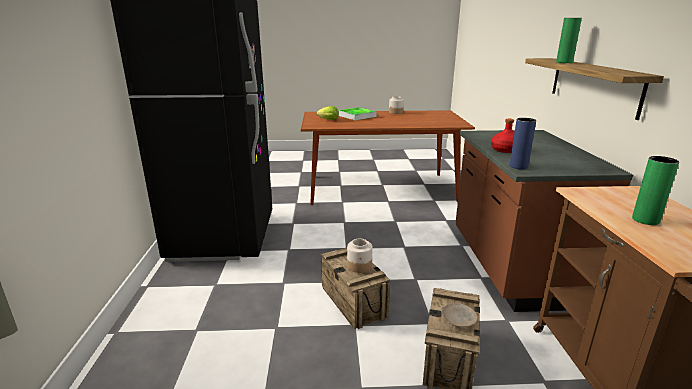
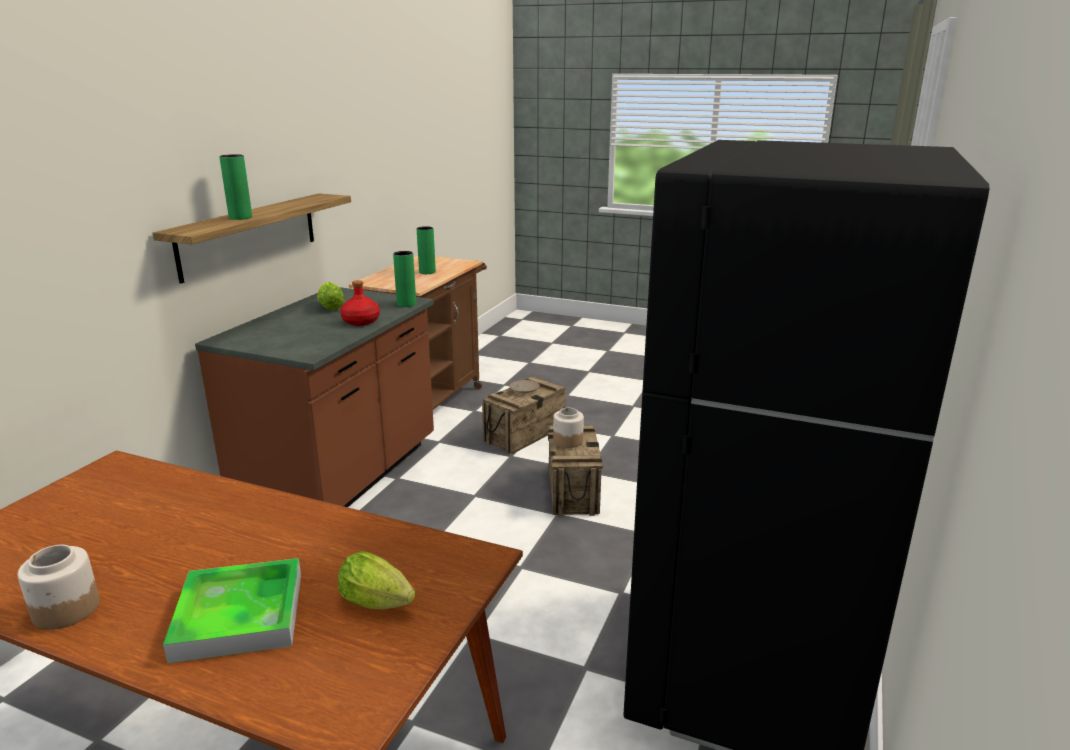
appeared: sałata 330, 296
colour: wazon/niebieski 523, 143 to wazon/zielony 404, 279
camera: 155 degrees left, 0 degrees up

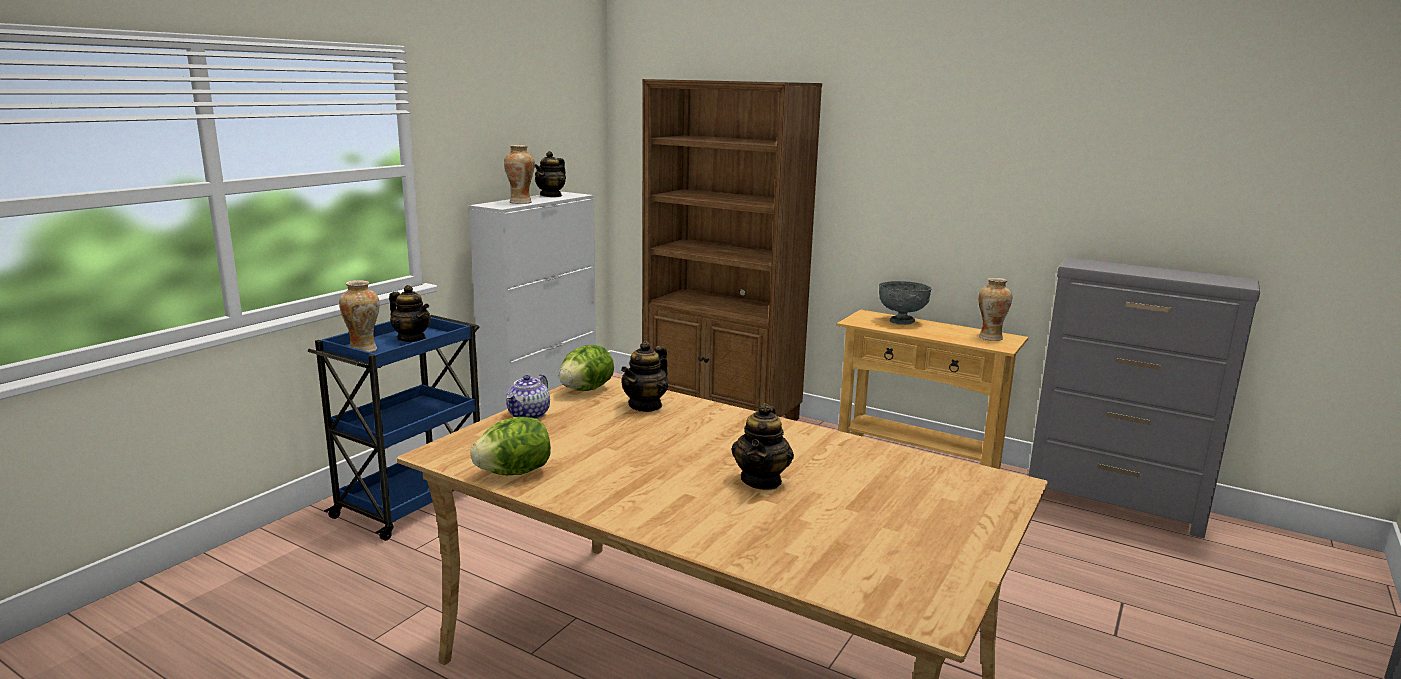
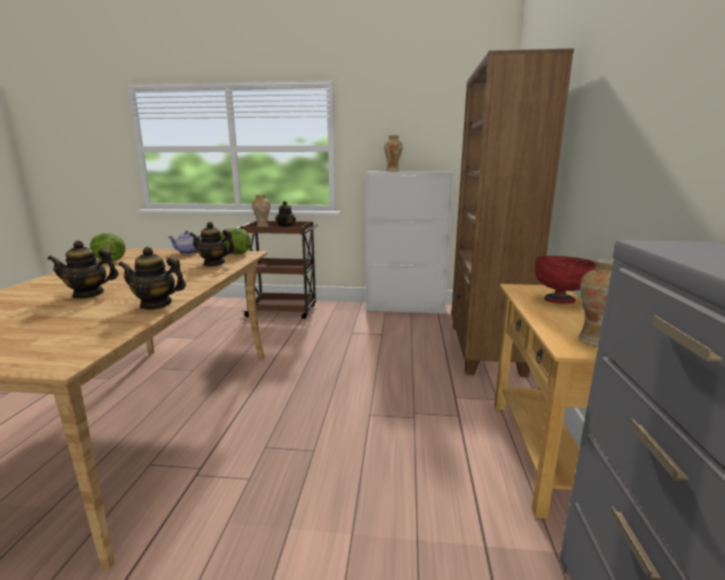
relocated: imbryk 550, 174 to 152, 278
colour: wózek/niebieski 393, 428 to wózek/brązowy 277, 270; miska/szary 905, 303 to miska/czerwony 565, 280
camera: 65 degrees right, 0 degrees up

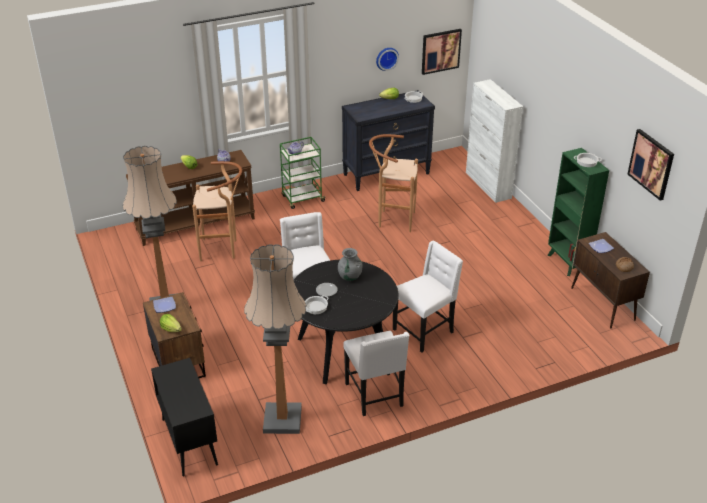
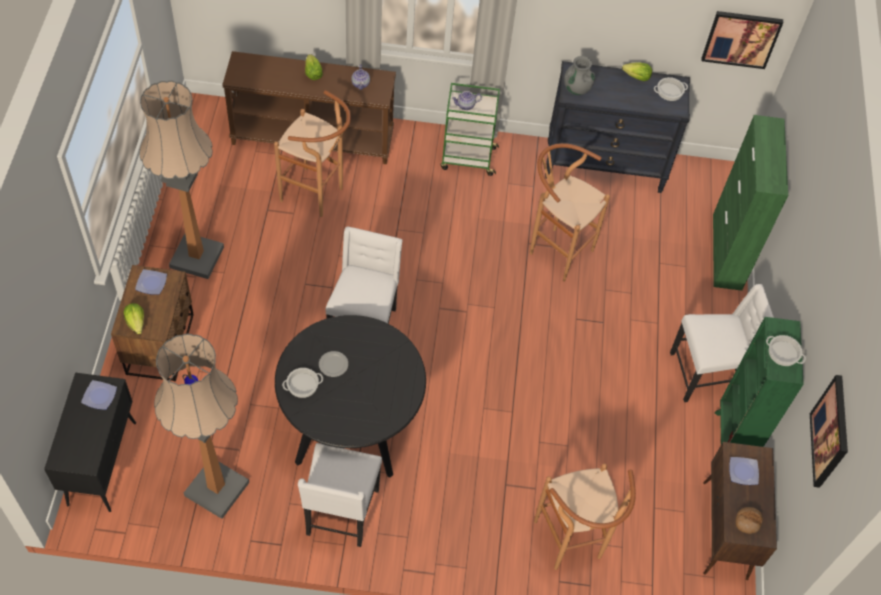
missing: zegar ścienny 387, 59
appeared: talerz 99, 395; stołek/brązowy 585, 516
relocated: wazon/szary 350, 264 to 579, 75; krzesło/biały 428, 297 to 722, 343
colour: szafka/biały 494, 141 to szafka/zielony 750, 203
camera: 25 degrees right, 20 degrees up

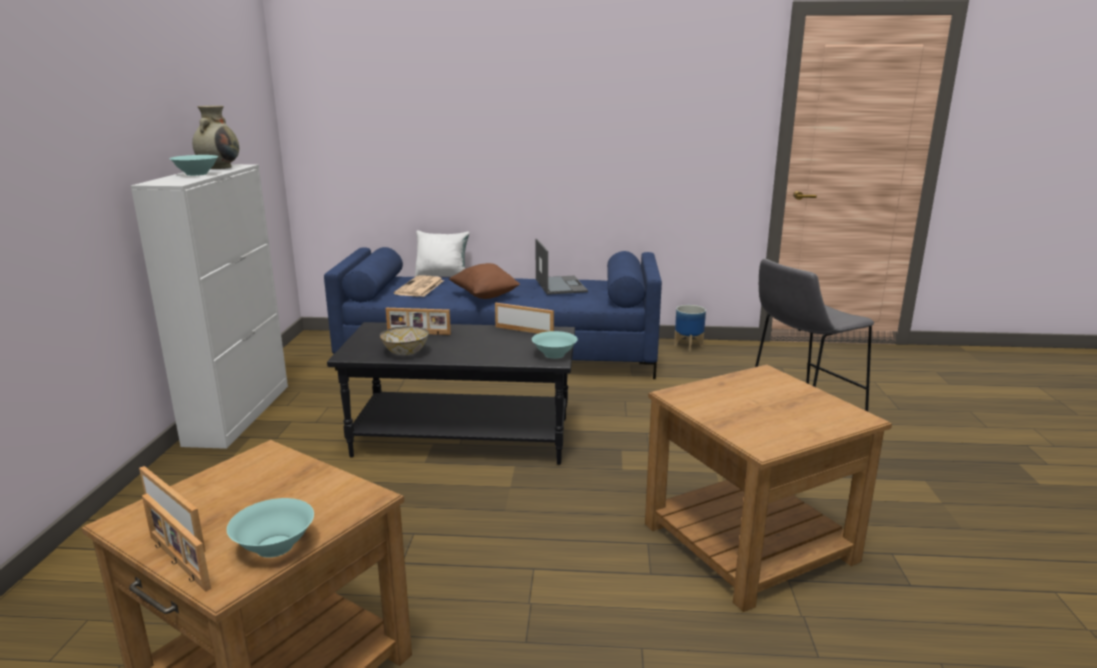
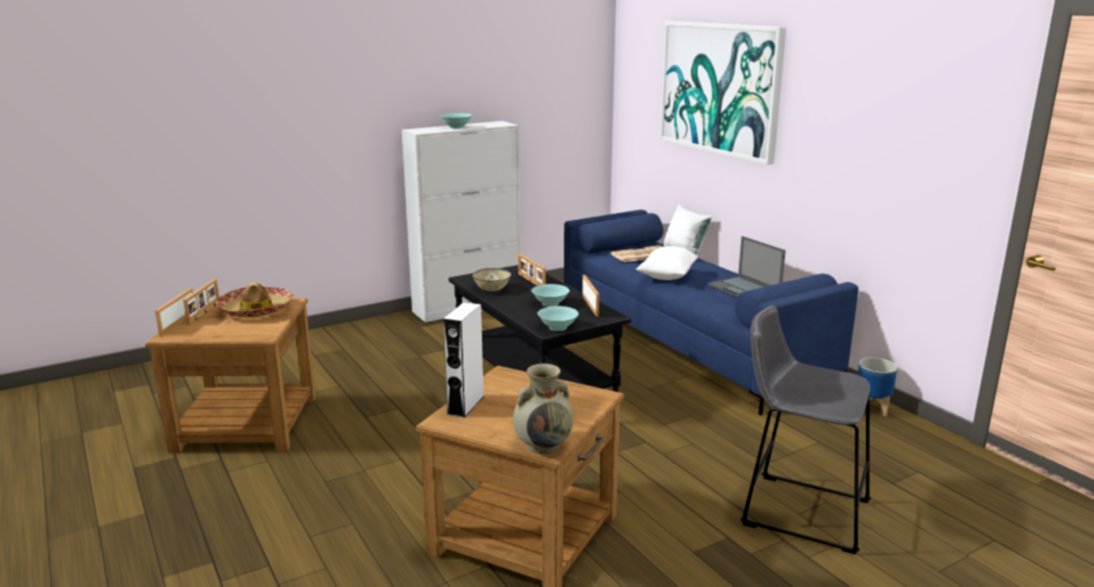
appeared: kapelusz 254, 300; głośnik/biały 463, 360; obraz 723, 93
relocated: wazon/beżowy 215, 137 to 543, 409; miska/turkusowy 270, 528 to 550, 295
colour: poduszka/brązowy 484, 281 to poduszka/biały 667, 263
spun: laptop 561, 267 = 747, 266 105 degrees clockwise
camera: 55 degrees right, 0 degrees up

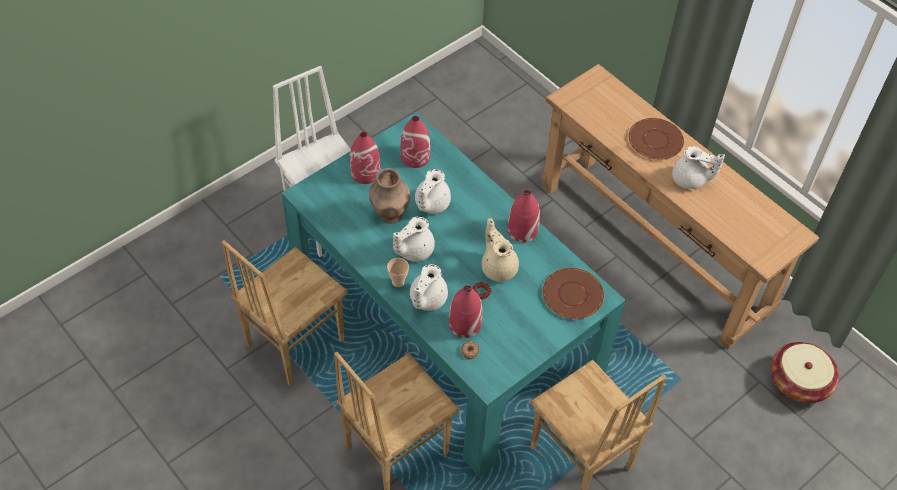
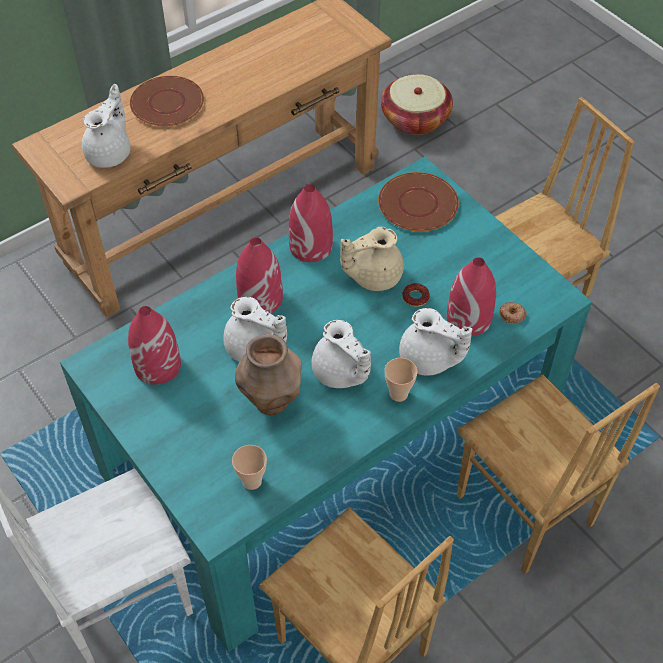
appeared: filiżanka 249, 467
relocated: wazon/czerwony 365, 158 to 259, 275; imbryk/biały 698, 167 to 106, 126
camera: 85 degrees left, 0 degrees up

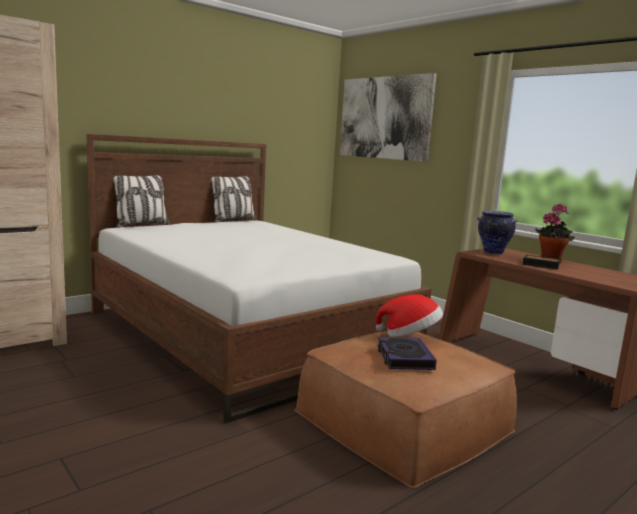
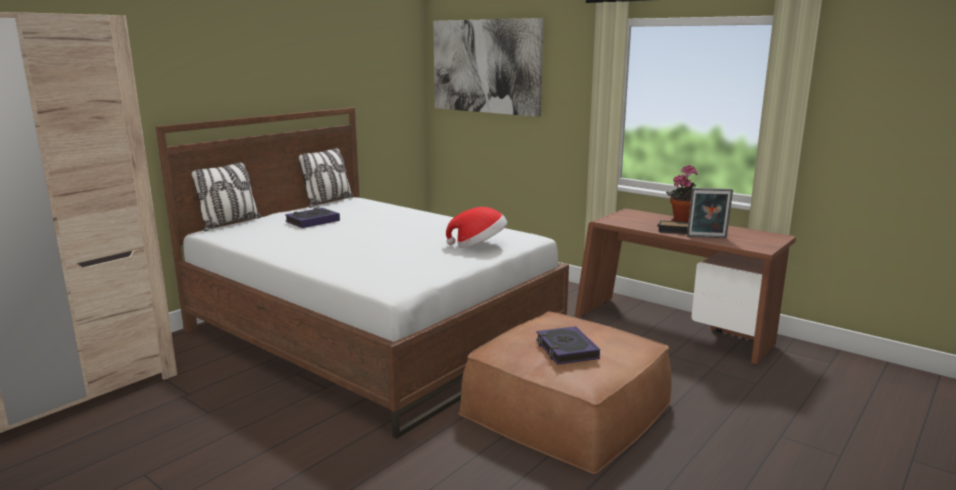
missing: wazon 497, 233
appeared: książka 312, 218; ramka na zdjęcie 710, 213
relocated: kapelusz 409, 315 to 476, 227
camera: 10 degrees left, 5 degrees up

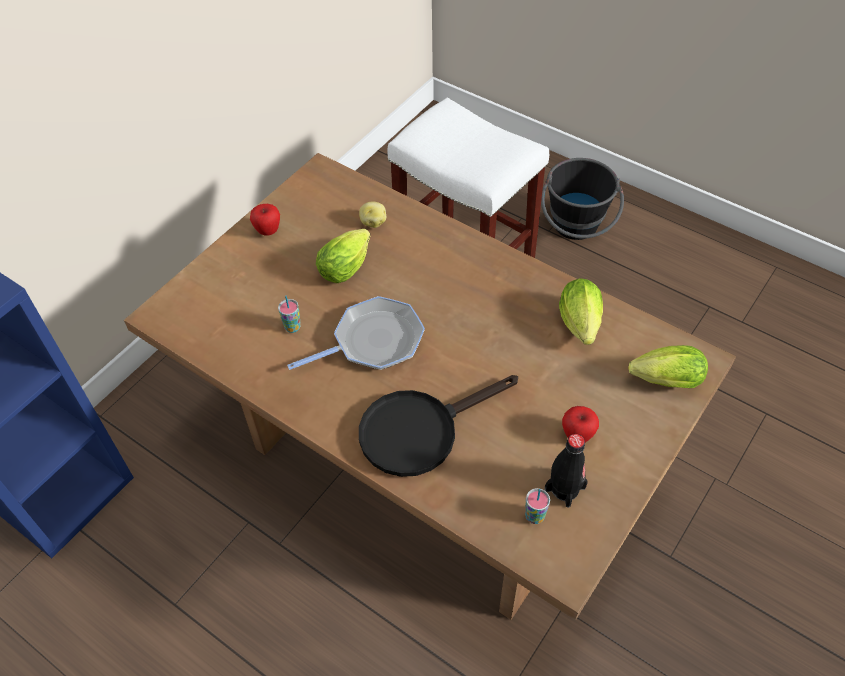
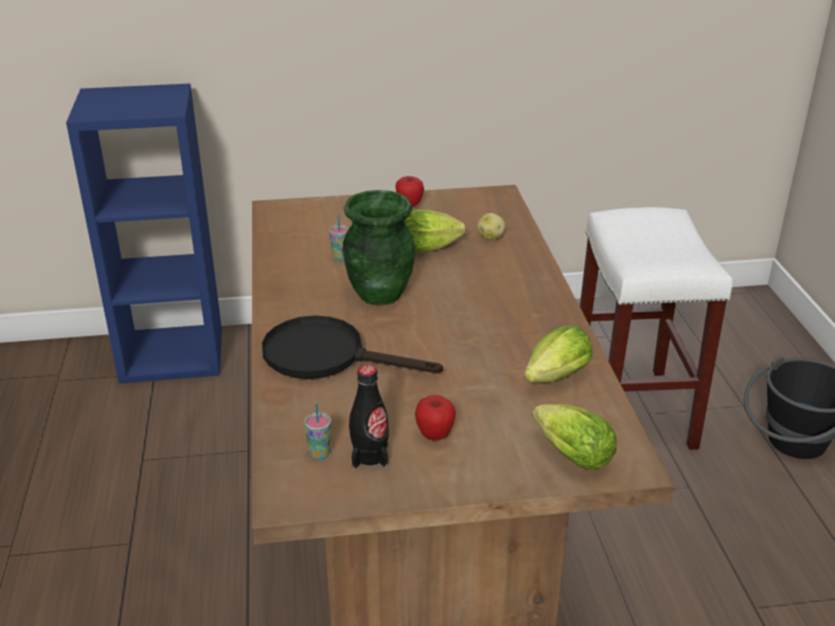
exchanged: patelnia 356, 333 to wazon/zielony 379, 248
camera: 45 degrees right, 20 degrees down

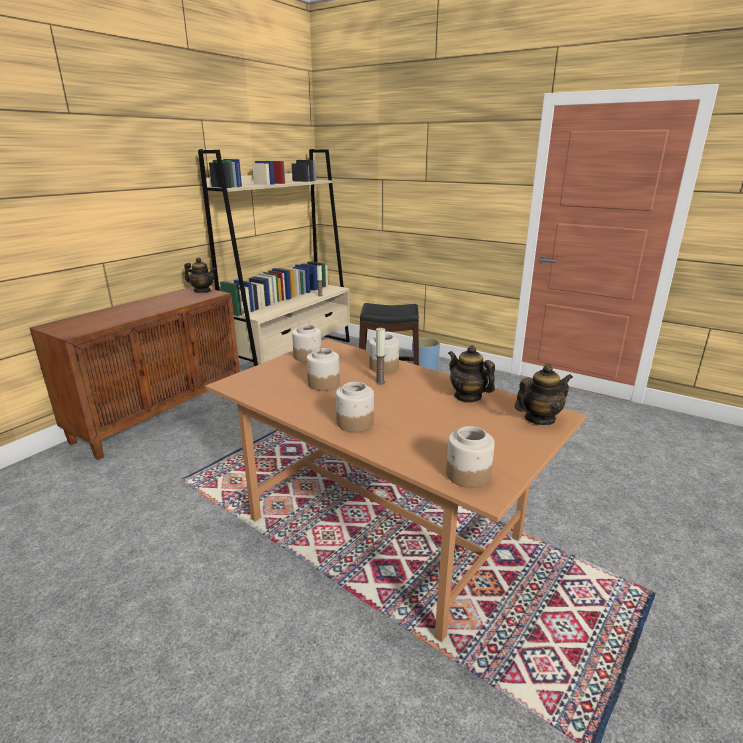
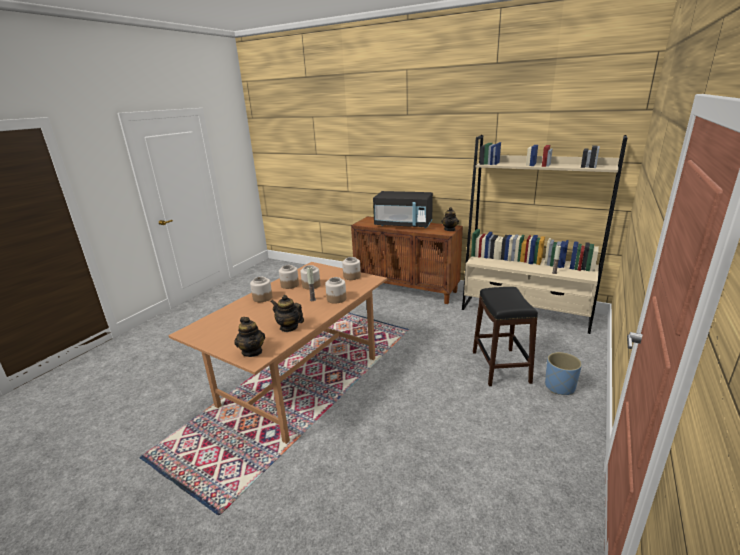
appeared: mikrofalówka/czarny 403, 209
relocated: słoik 470, 457 to 289, 277
spun: imbryk 471, 374 = 287, 313 105 degrees counterclockwise
camera: 85 degrees right, 0 degrees up

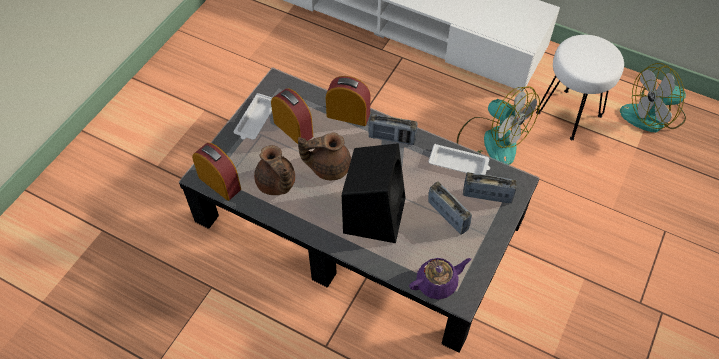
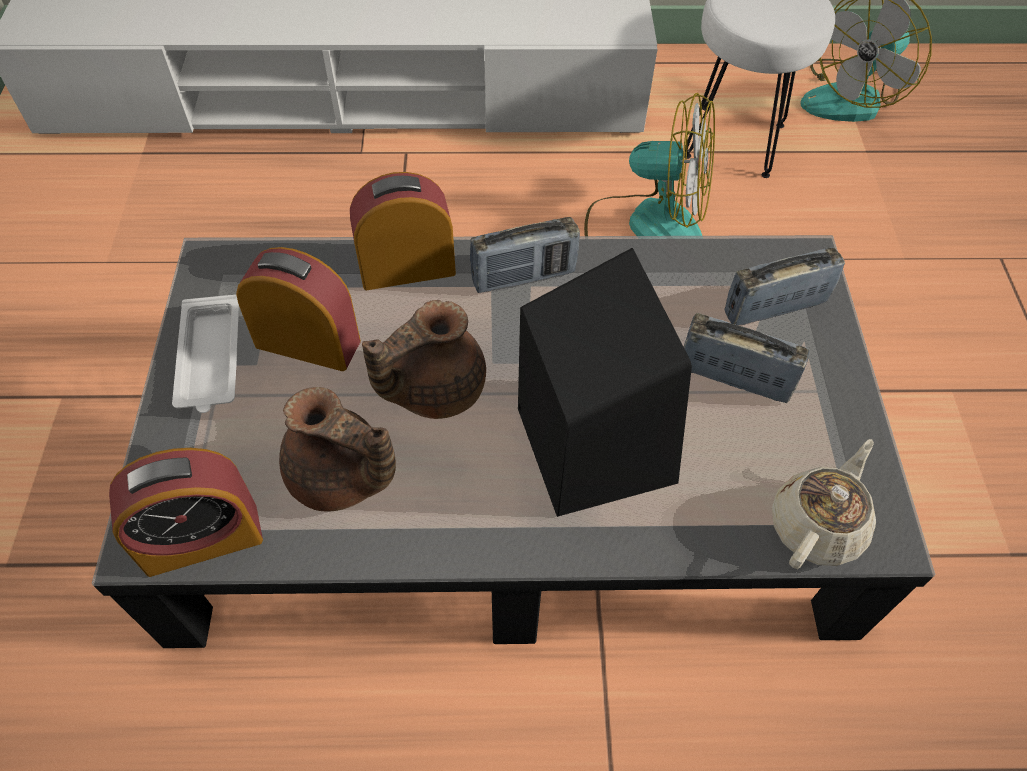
missing: taca/biały 459, 159
colour: imbryk/fioletowy 440, 278 to imbryk/beżowy 824, 504
spun: budzik 216, 172 = 186, 512 150 degrees clockwise
camera: 30 degrees left, 0 degrees up

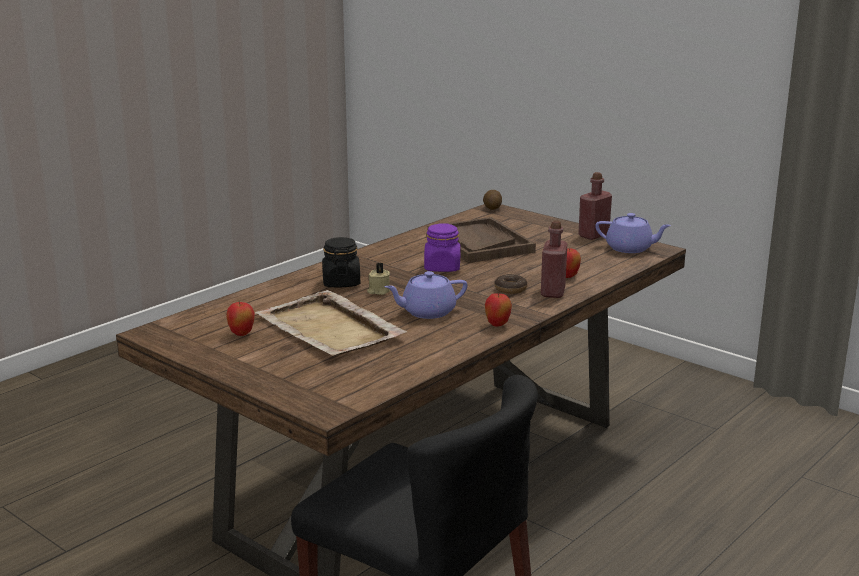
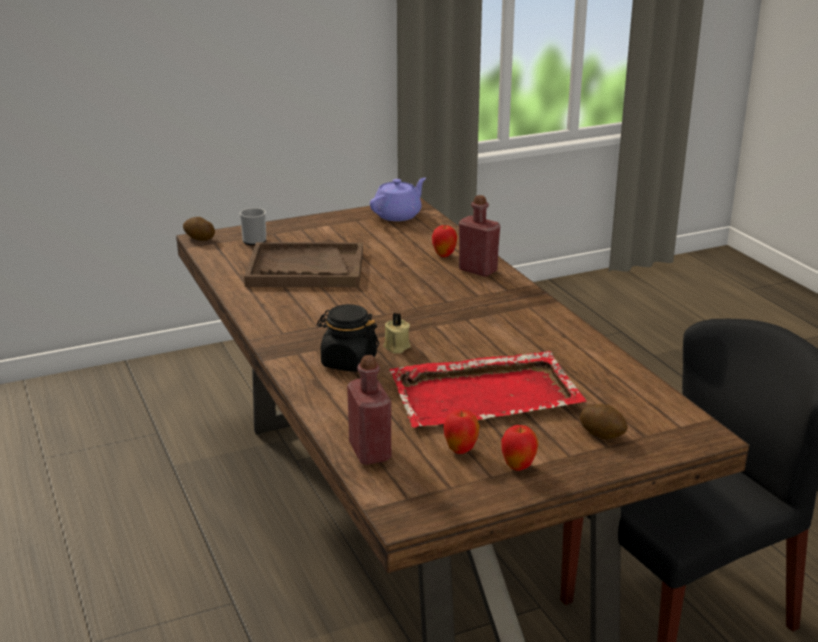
missing: imbryk/fioletowy 426, 295; słoik/fioletowy 442, 247; donut 510, 284
appeared: kubek 252, 226; ziemniak 604, 421
relocated: jabłko 498, 309 to 520, 448; butelka/czerwony 595, 206 to 369, 410
colour: taca/beżowy 331, 323 to taca/czerwony 488, 389
camera: 65 degrees left, 5 degrees up

